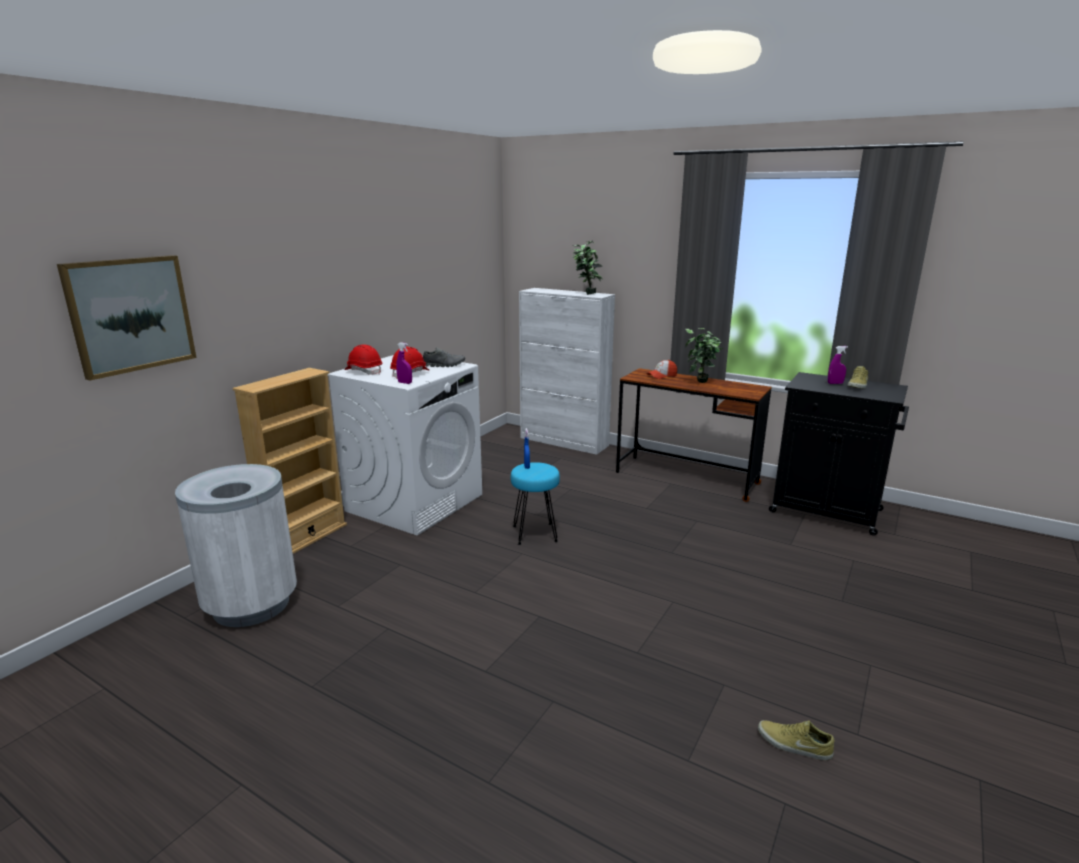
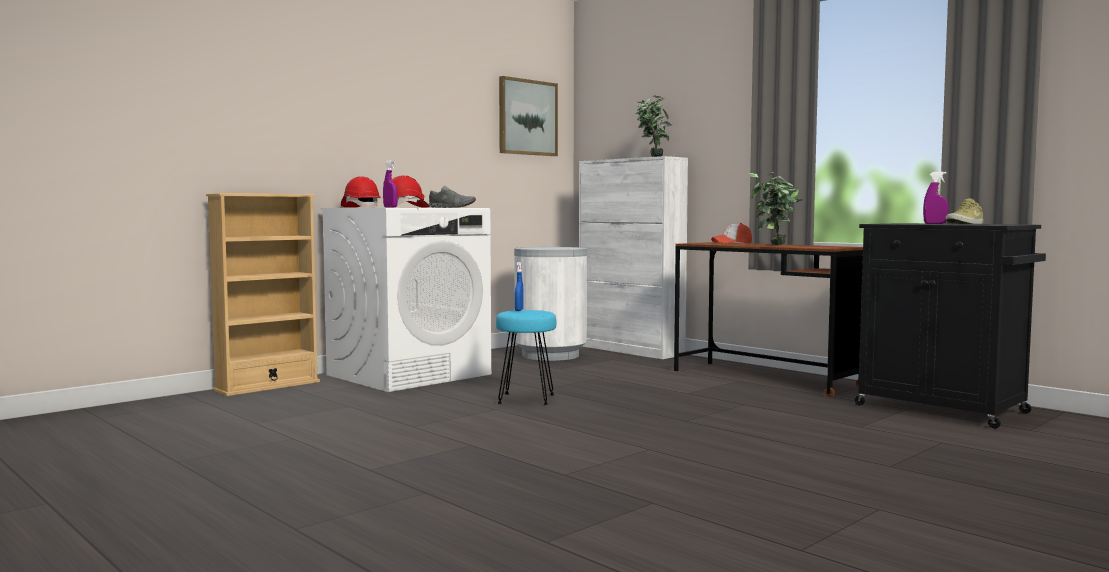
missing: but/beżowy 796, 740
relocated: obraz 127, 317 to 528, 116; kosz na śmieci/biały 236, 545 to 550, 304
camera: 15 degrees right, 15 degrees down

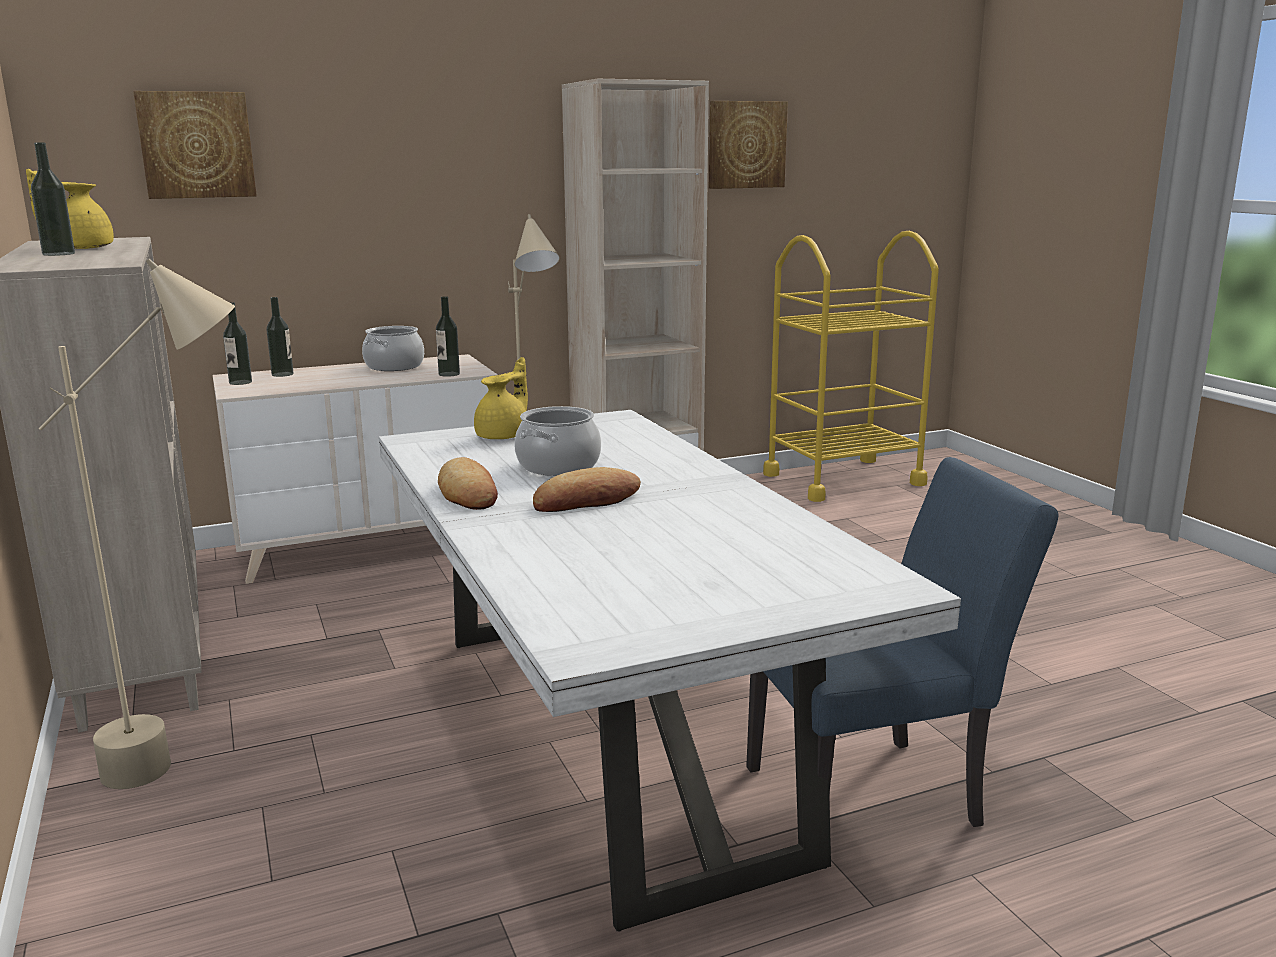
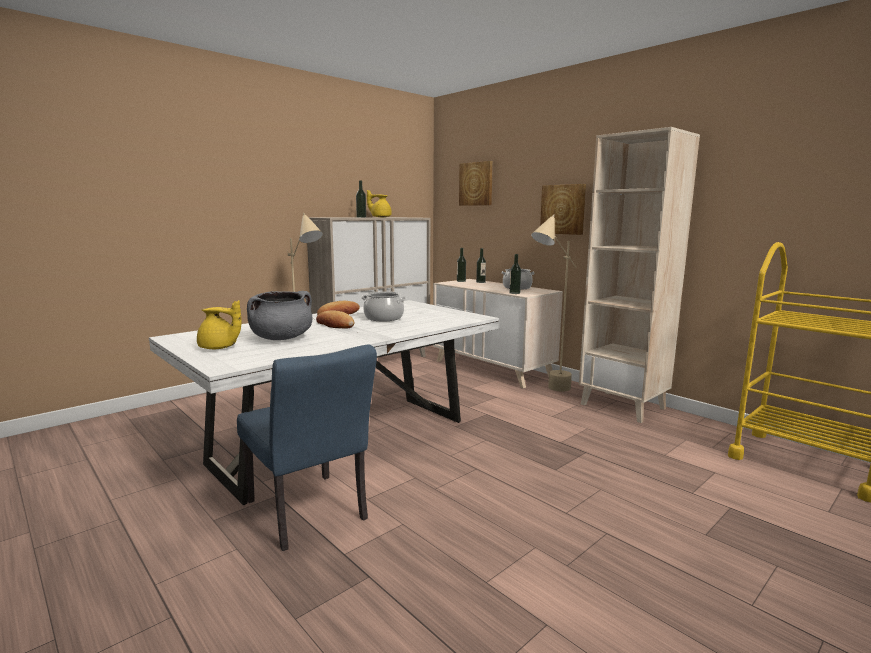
appeared: garnek/szary 279, 315
relocated: imbryk/żółty 501, 398 to 219, 324; obraz 748, 145 to 563, 209
camera: 70 degrees right, 5 degrees down

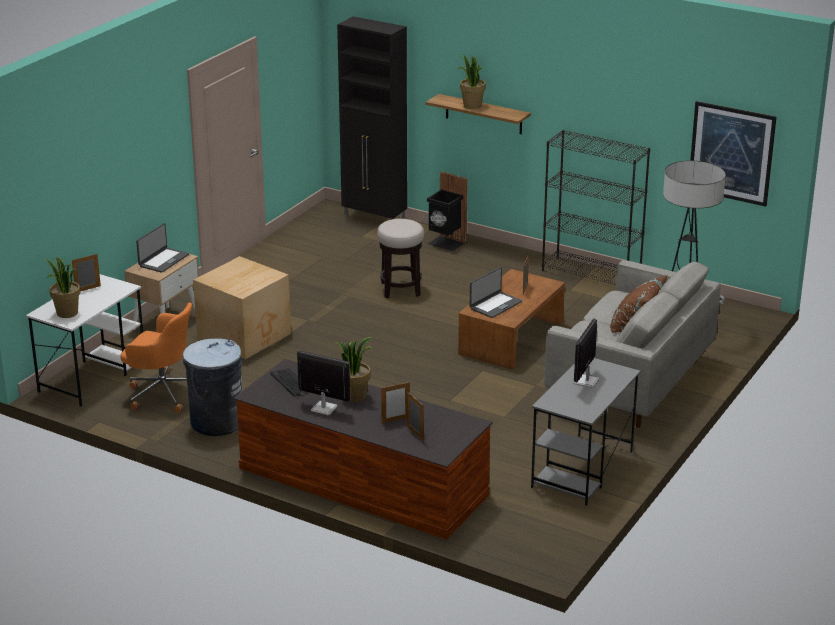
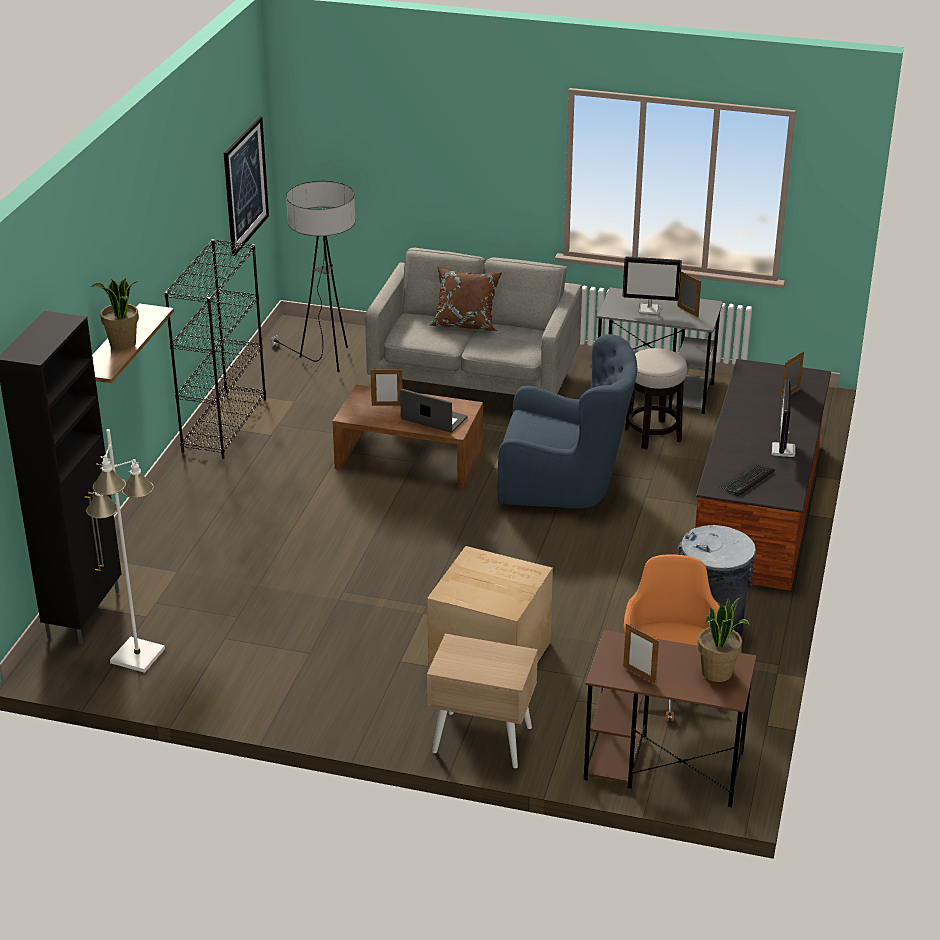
missing: laptop 162, 248; roślina doniczkowa 354, 369; kosz na śmieci/czarny 447, 211
appeared: lampa stojąca/biały 125, 551; fotel/niebieski 567, 421
relocated: stołek 400, 258 to 656, 399; ramka na zdjęcie 395, 402 to 689, 294
colour: biurko/biały 84, 340 to biurko/brązowy 670, 718
camera: 105 degrees left, 5 degrees up

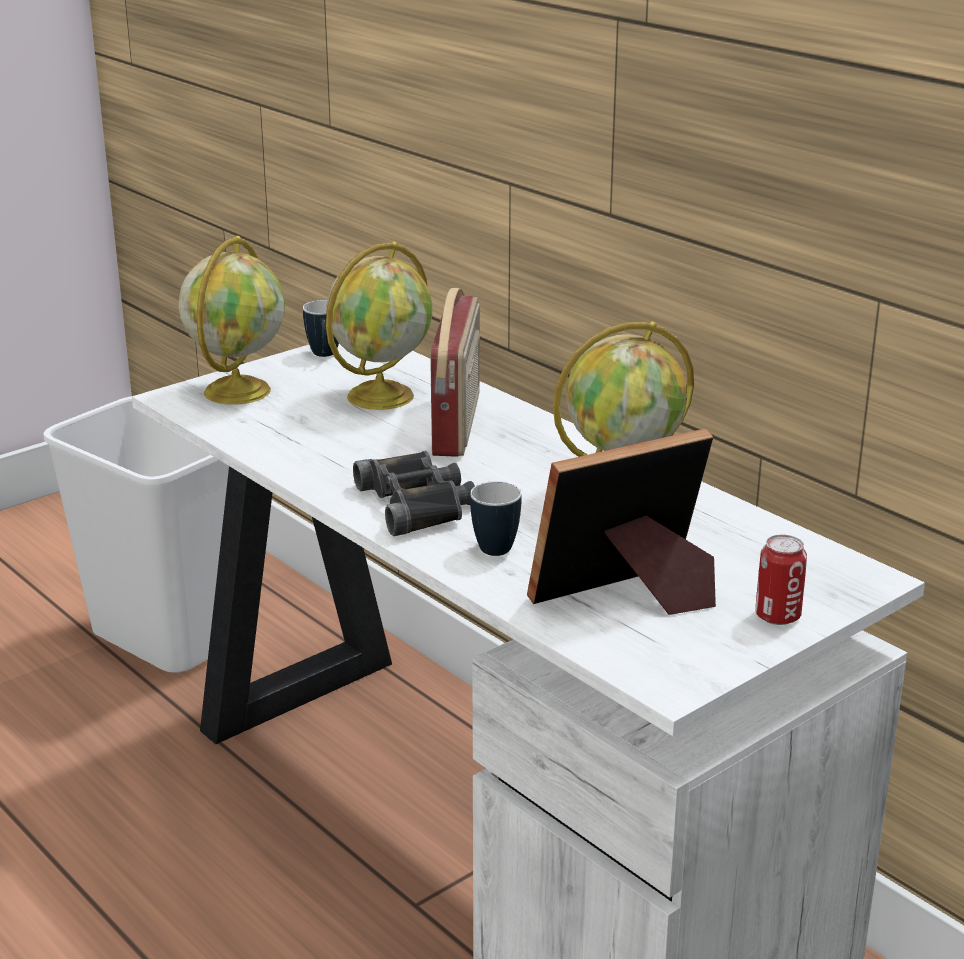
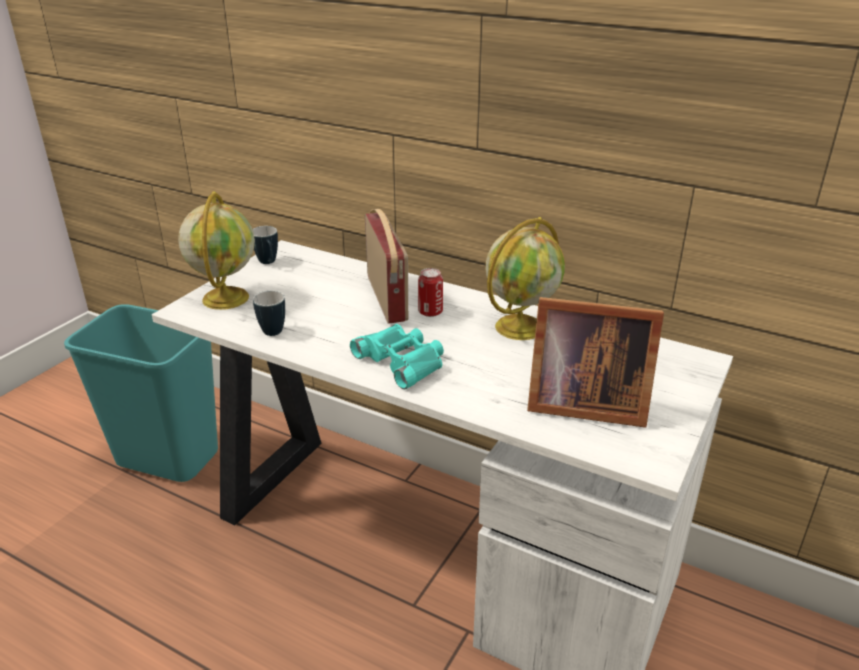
missing: globus 379, 325
relocated: kubek 495, 518 to 269, 313; puszka 781, 580 to 430, 292
colour: kosz na śmieci/biały 136, 534 to kosz na śmieci/turkusowy 141, 393; lornetka/czarny 414, 493 to lornetka/turkusowy 397, 356
spun: ramka na zdjęcie 621, 522 = 595, 362 120 degrees counterclockwise
camera: 20 degrees left, 5 degrees up

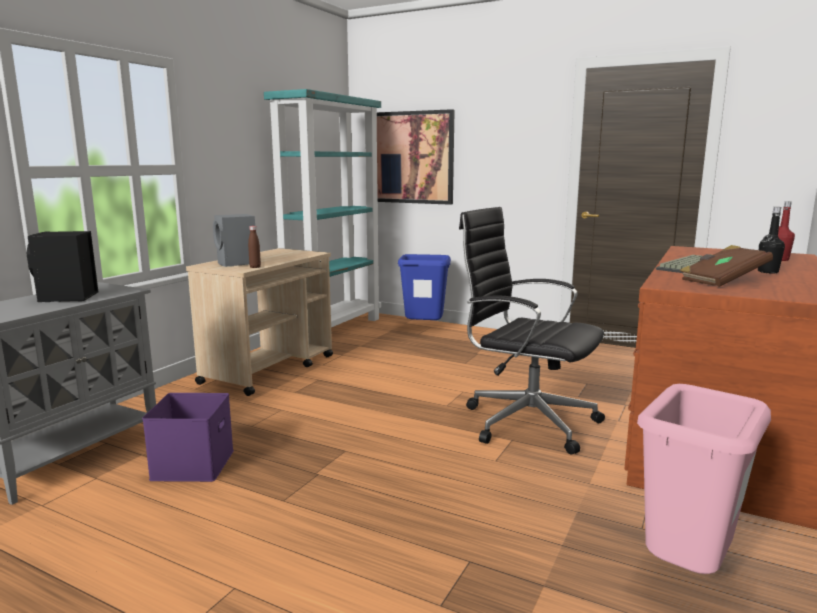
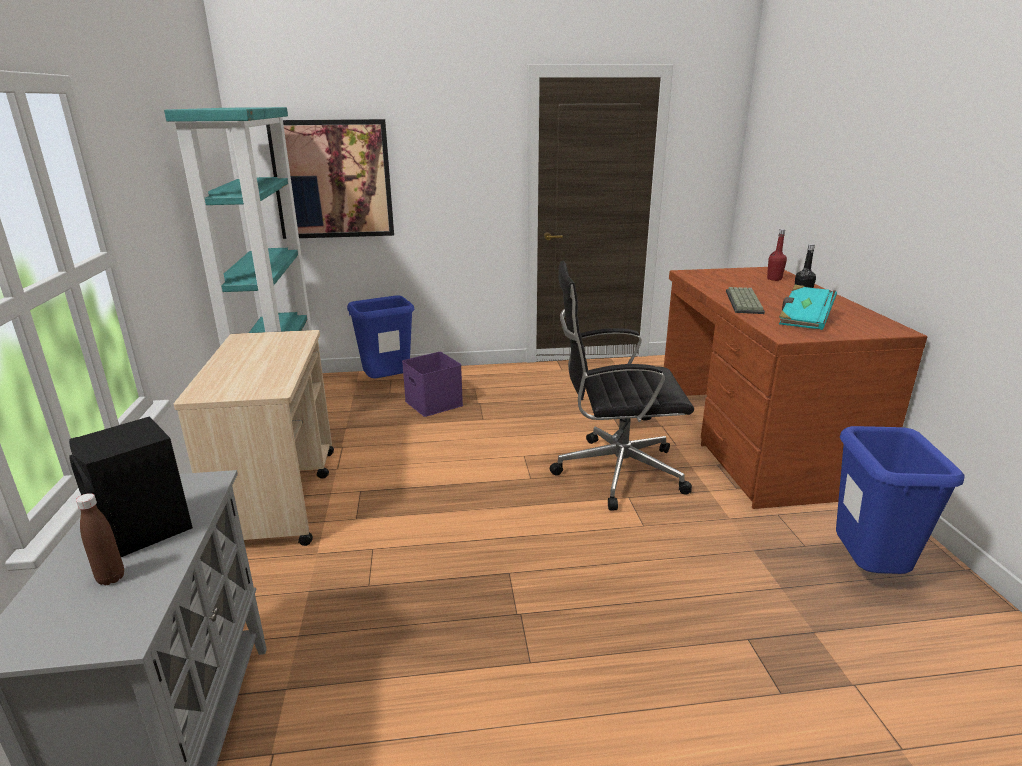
missing: głośnik/szary 234, 240
relocated: pojemnik do przechowywania/fioletowy 188, 437 to 432, 384; butelka/brązowy 254, 247 to 100, 539
colour: kosz na śmieci/różowy 704, 479 to kosz na śmieci/niebieski 900, 500; książka/brązowy 726, 266 to książka/turkusowy 808, 307
camera: 35 degrees left, 10 degrees up

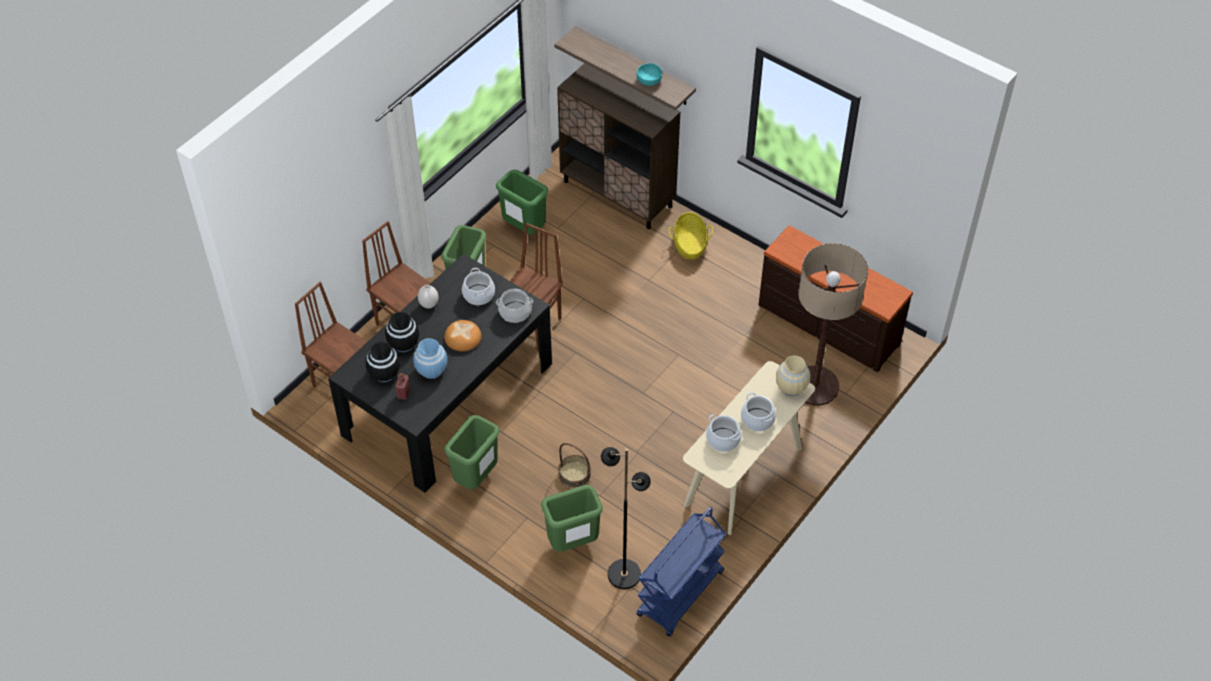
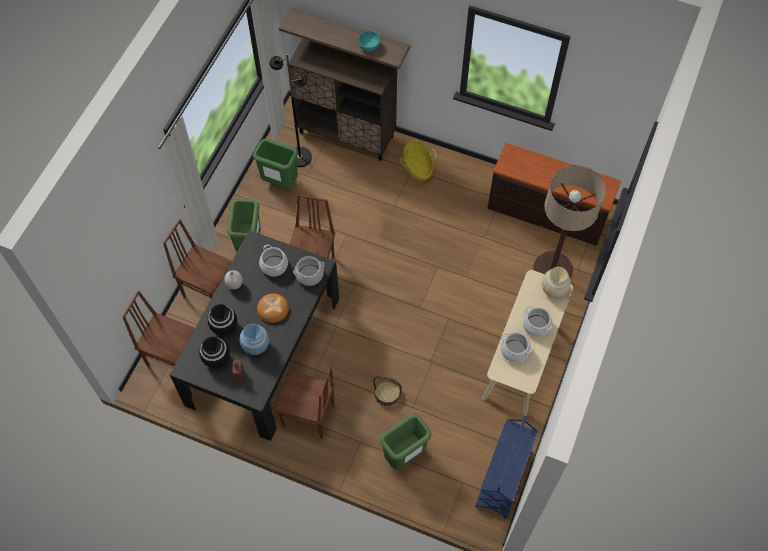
relocated: lampa stojąca/czarny 626, 518 to 290, 110
exchanged: kosz na śmieci/zielony 472, 452 to krzesło/brązowy 304, 402
camera: 15 degrees left, 10 degrees up

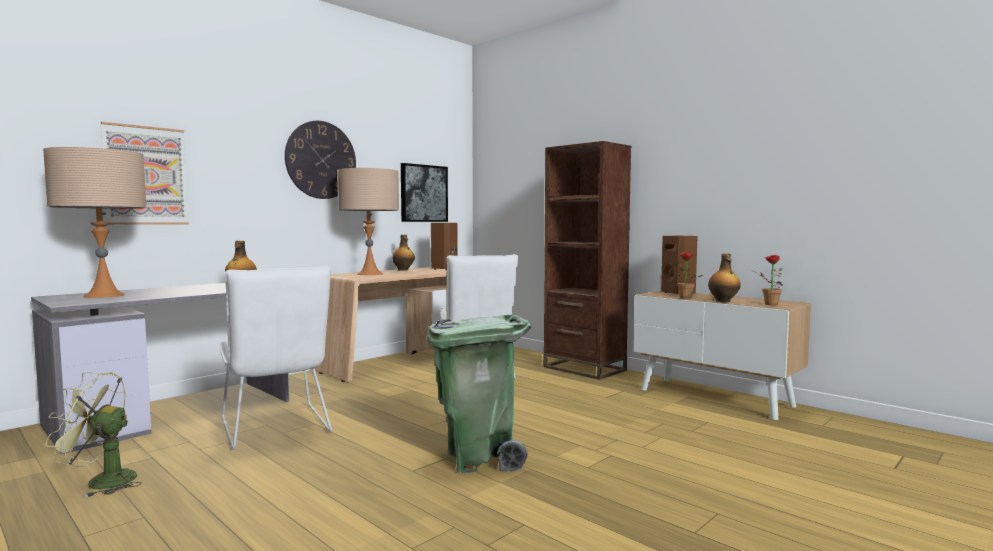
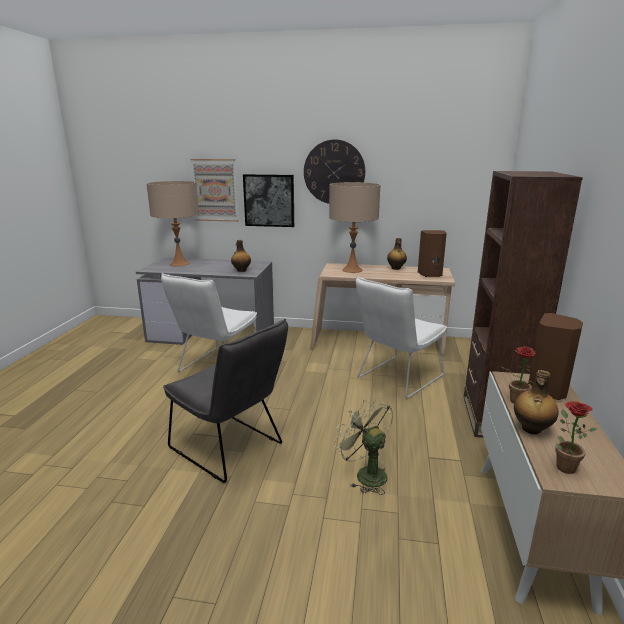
relocated: wentylator/zielony 93, 435 to 363, 446; obraz 424, 192 to 268, 200
exchanged: kosz na śmieci/zielony 479, 394 to krzesło/szary 225, 400
camera: 55 degrees right, 15 degrees up

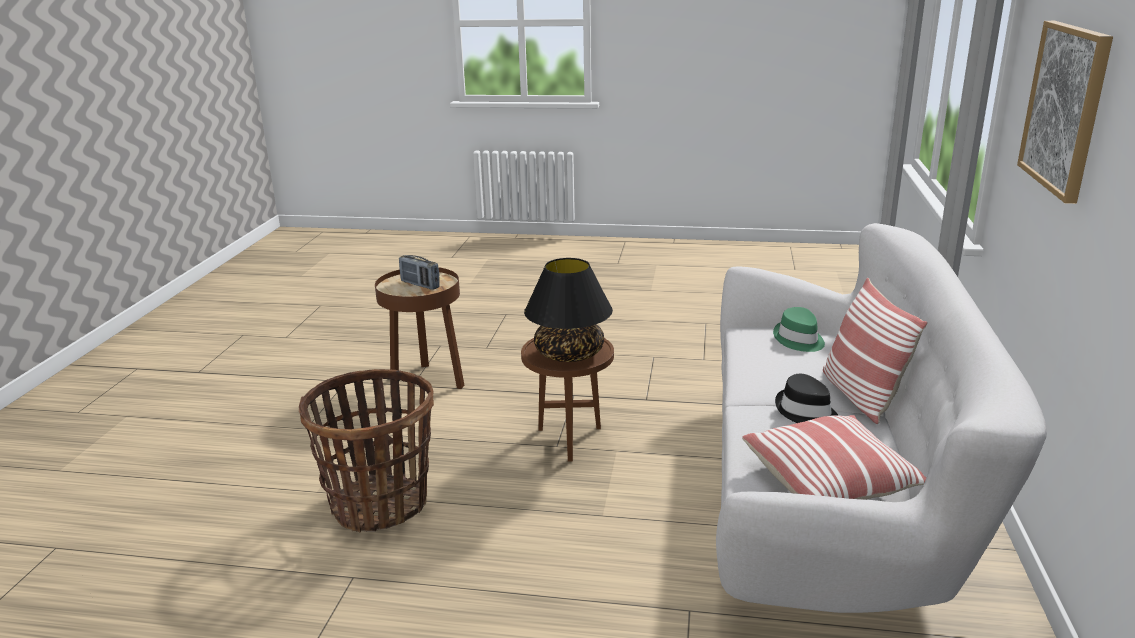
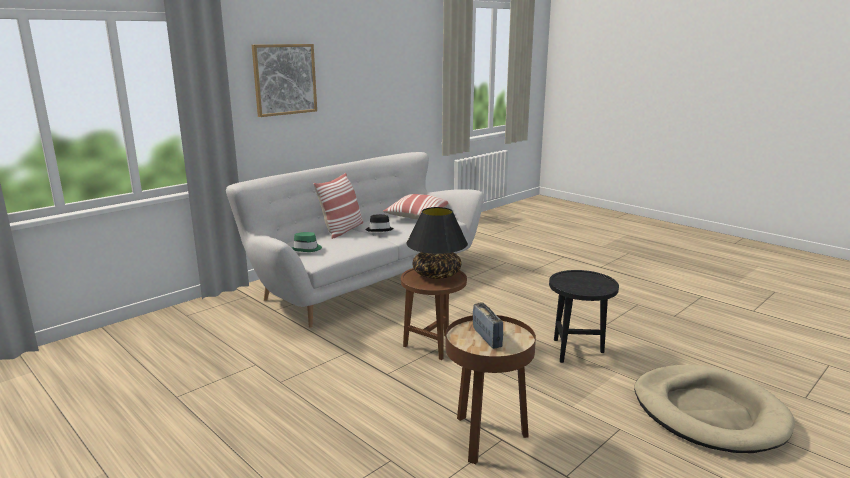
appeared: legowisko/beżowy 714, 409
exchanged: koszyk 366, 450 to stolik/czarny 584, 316
camera: 145 degrees left, 5 degrees down

